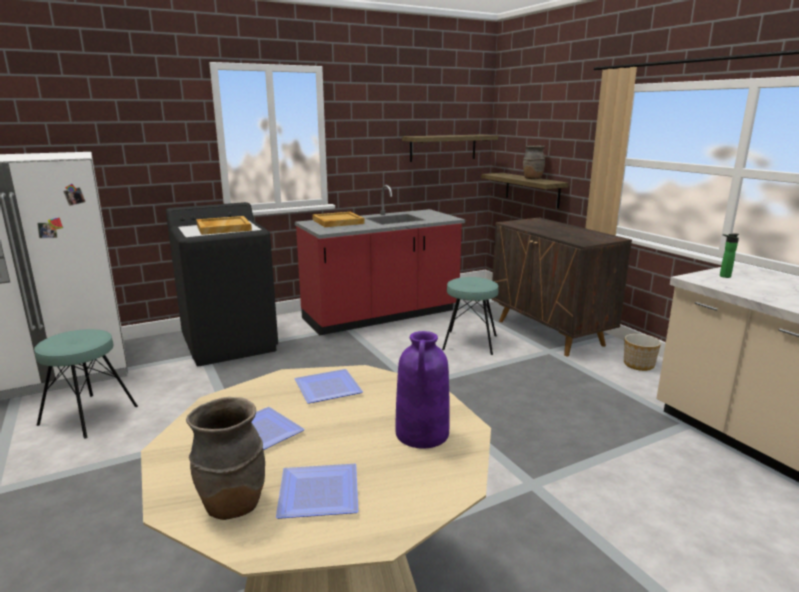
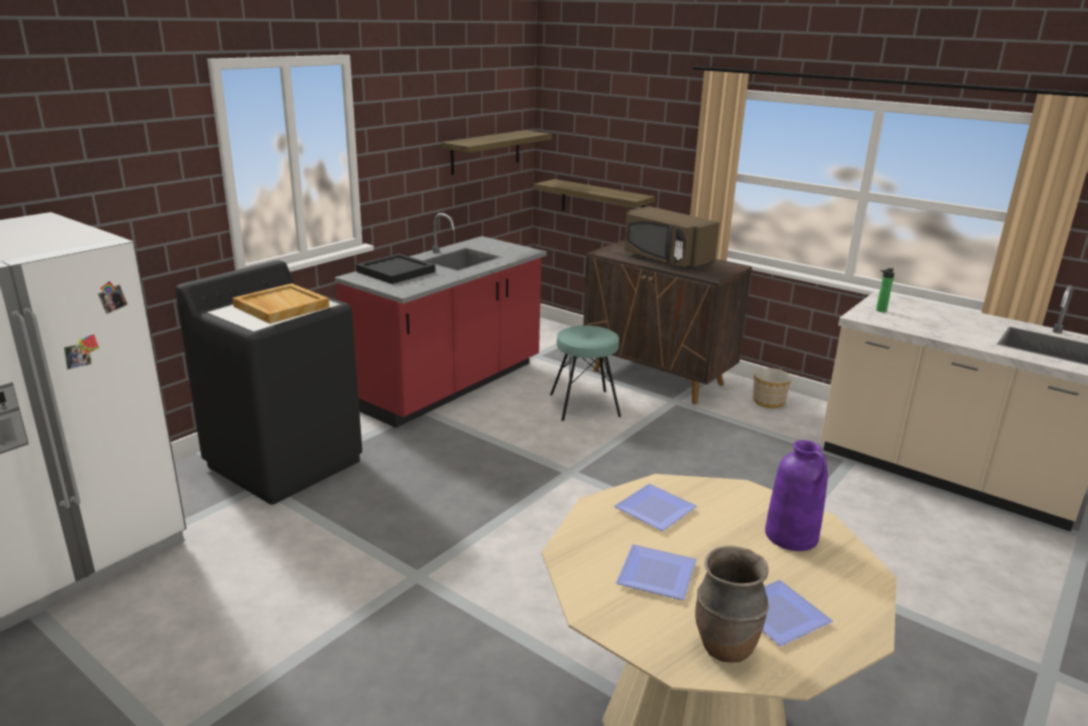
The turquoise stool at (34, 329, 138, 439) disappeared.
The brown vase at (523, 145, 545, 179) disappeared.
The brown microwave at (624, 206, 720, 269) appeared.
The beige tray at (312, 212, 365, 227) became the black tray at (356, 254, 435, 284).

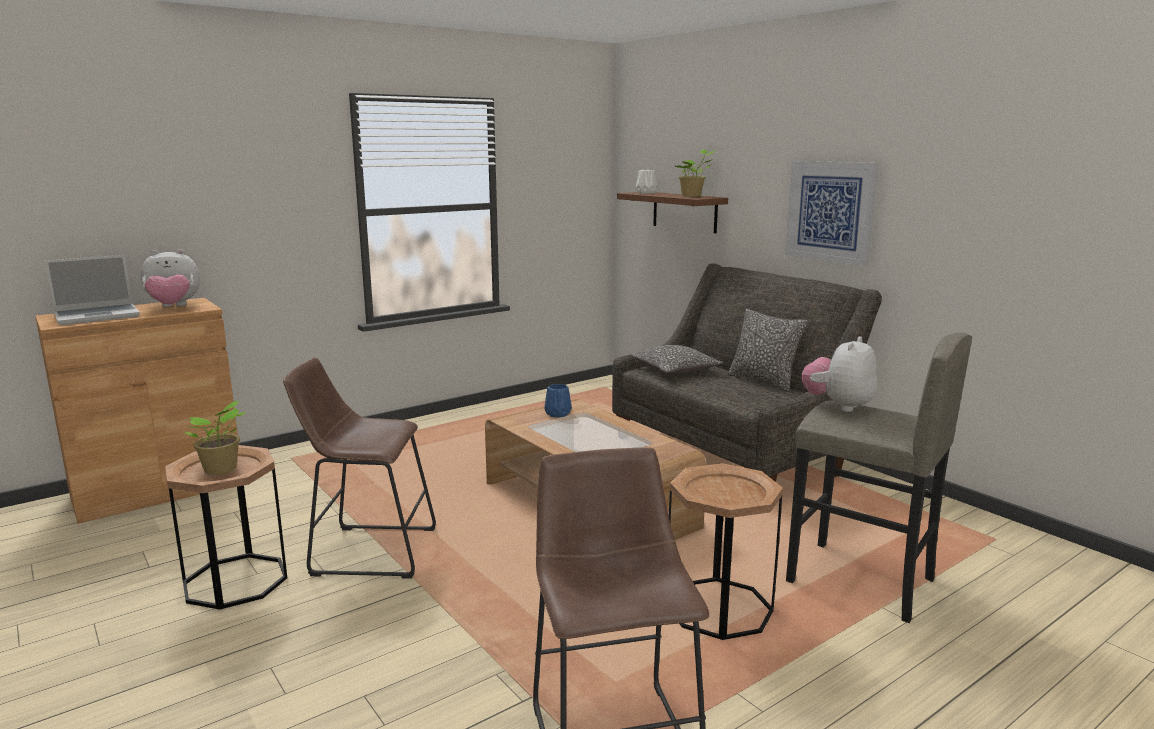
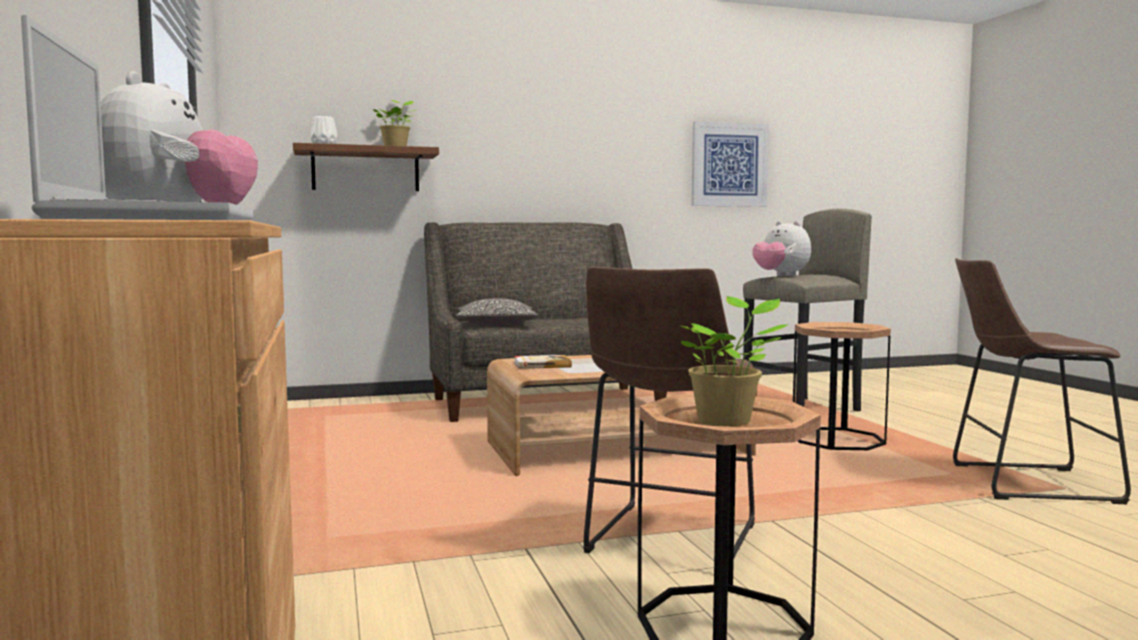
The pillow at (728, 309, 807, 392) disappeared.
The picture moved from (785, 161, 879, 266) to (692, 121, 769, 207).
The blue vase at (544, 384, 572, 418) was replaced by the book at (514, 355, 572, 369).

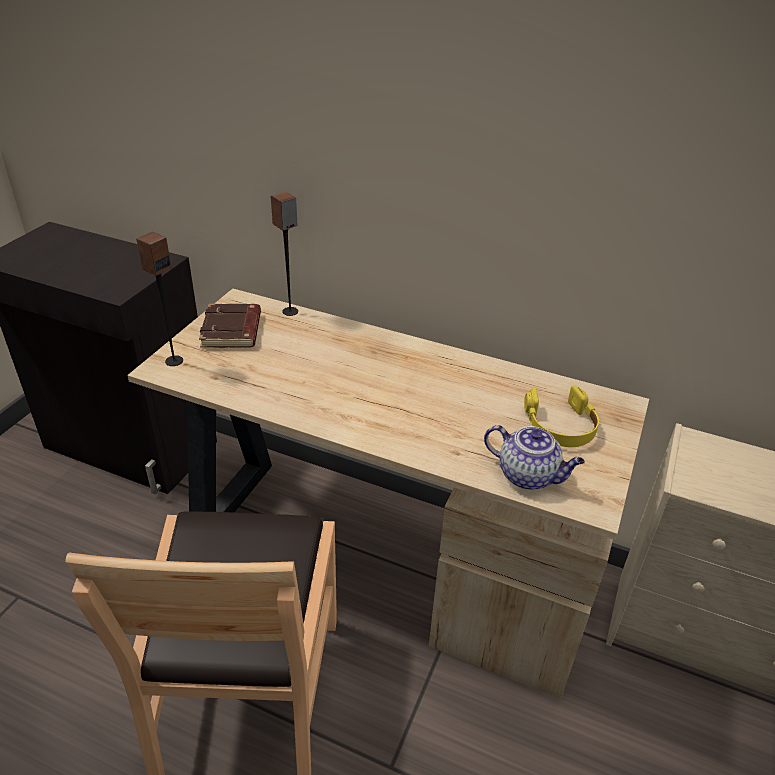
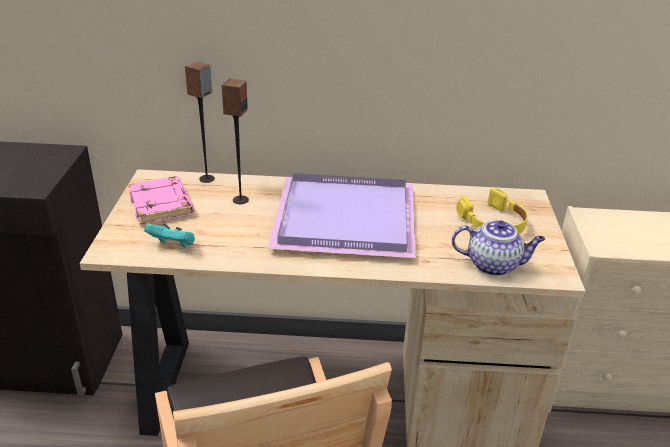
The turquoise game controller at (144, 224, 195, 247) appeared.
The purple tray at (267, 173, 416, 258) appeared.
The speaker moved from (136, 232, 183, 366) to (221, 79, 249, 204).
The brown book at (199, 304, 261, 348) became the pink book at (128, 176, 194, 225).

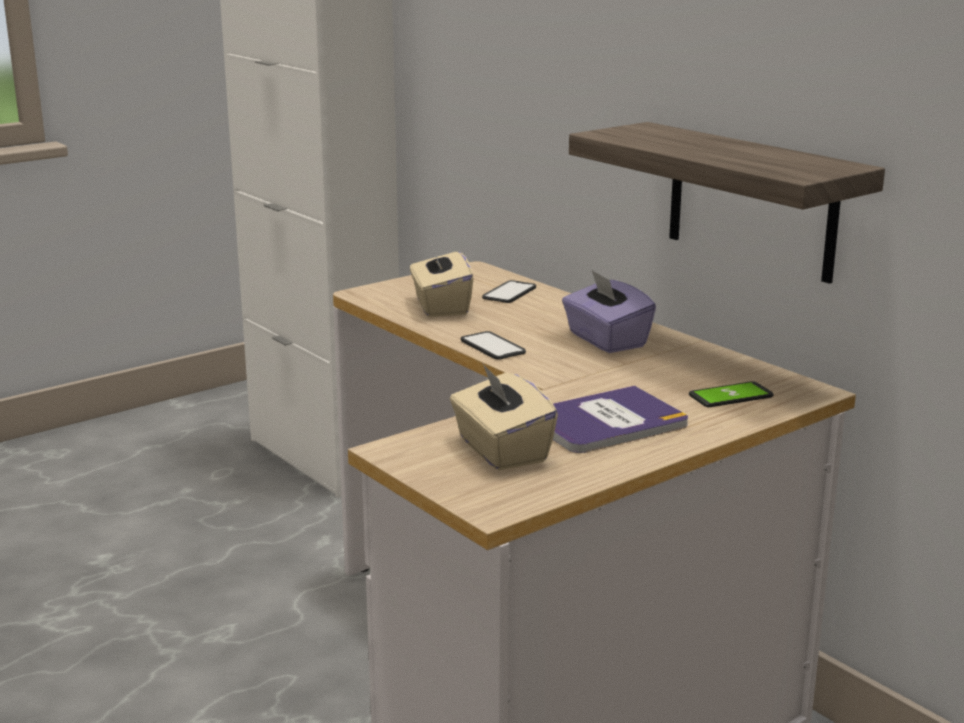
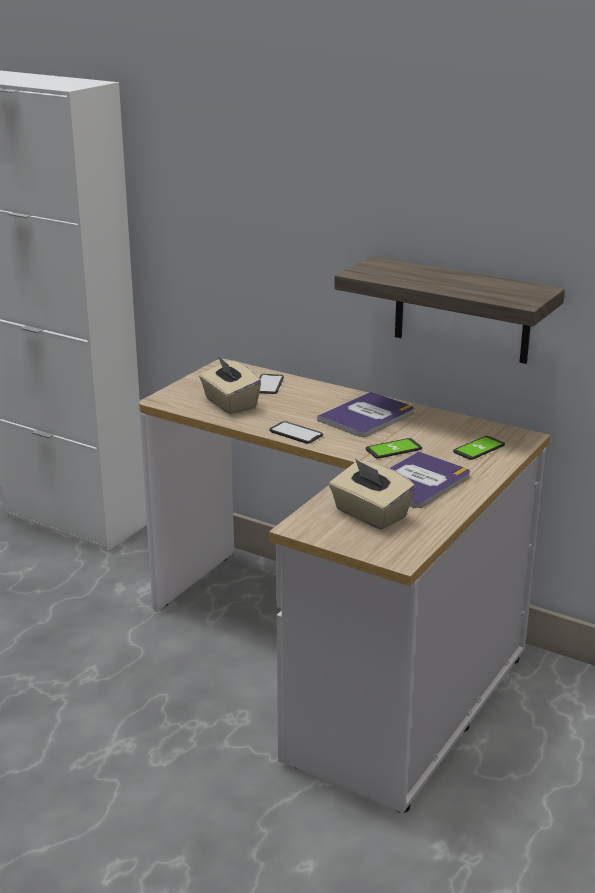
The phone at (365, 438, 422, 459) appeared.
The purple tissue box at (562, 269, 656, 353) was replaced by the book at (317, 392, 414, 437).

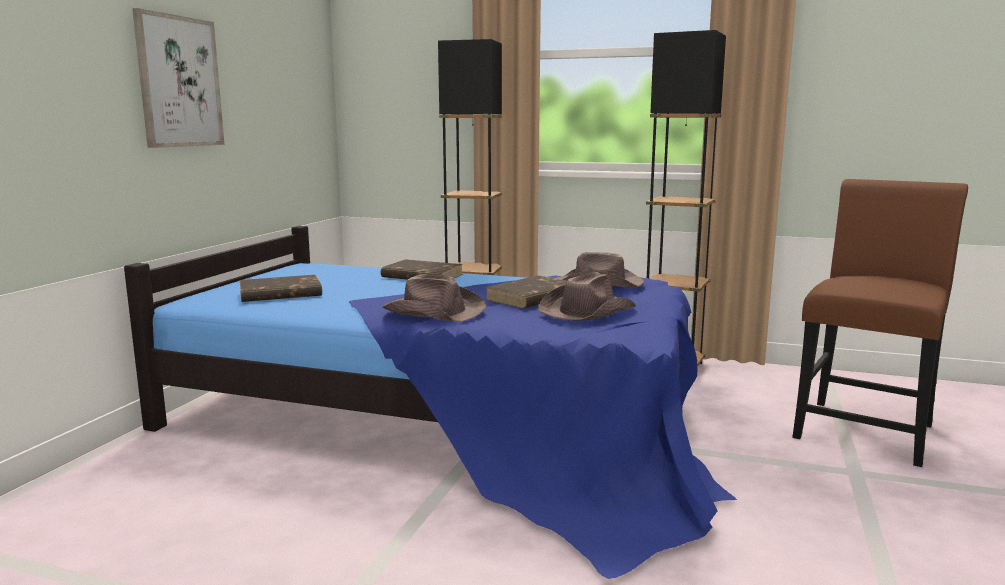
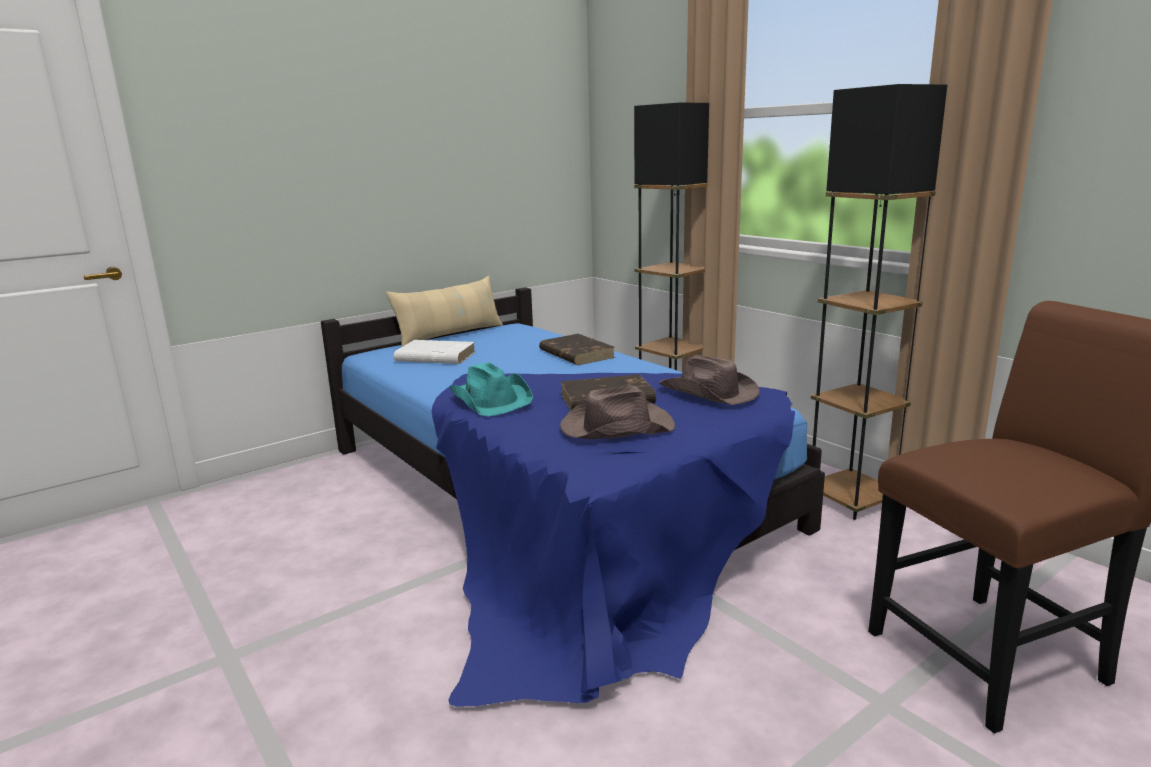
The picture at (132, 8, 225, 148) disappeared.
The beige pillow at (386, 276, 503, 347) appeared.
The brown book at (239, 275, 322, 302) became the white book at (394, 340, 475, 364).
The brown hat at (382, 274, 486, 322) became the turquoise hat at (450, 362, 533, 417).

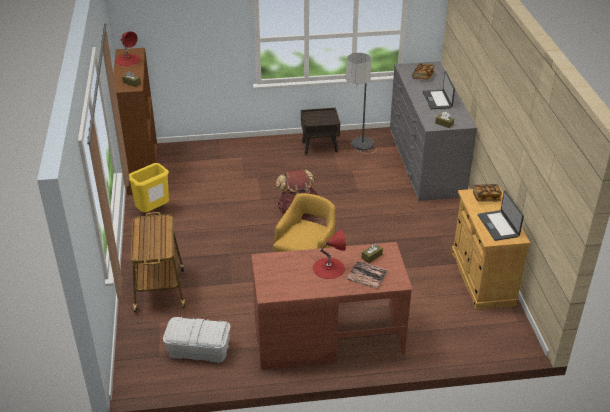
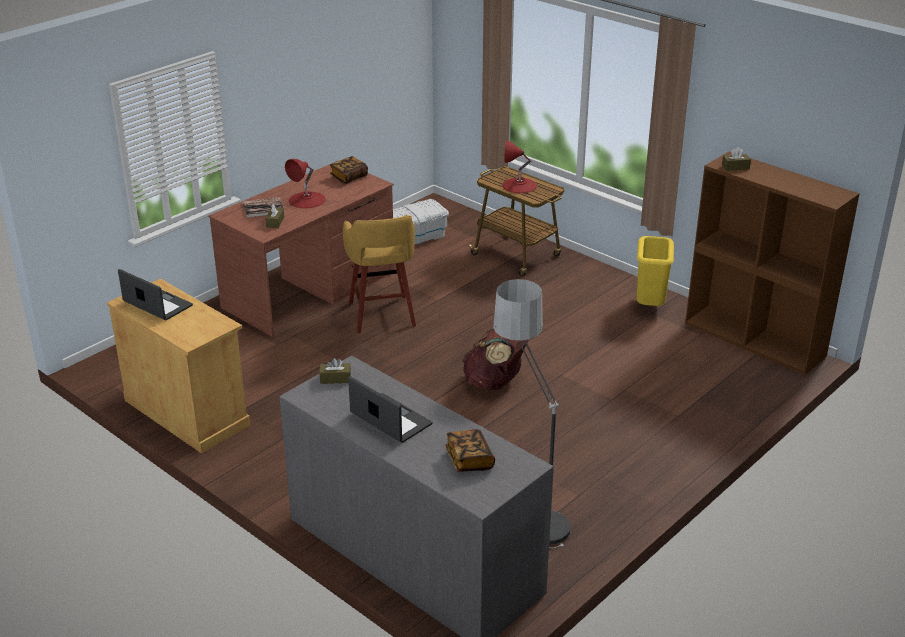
The brown nightstand at (301, 108, 340, 155) disappeared.
The red table lamp moved from (115, 32, 141, 66) to (502, 140, 537, 193).
The book moved from (473, 184, 502, 202) to (330, 156, 368, 184).

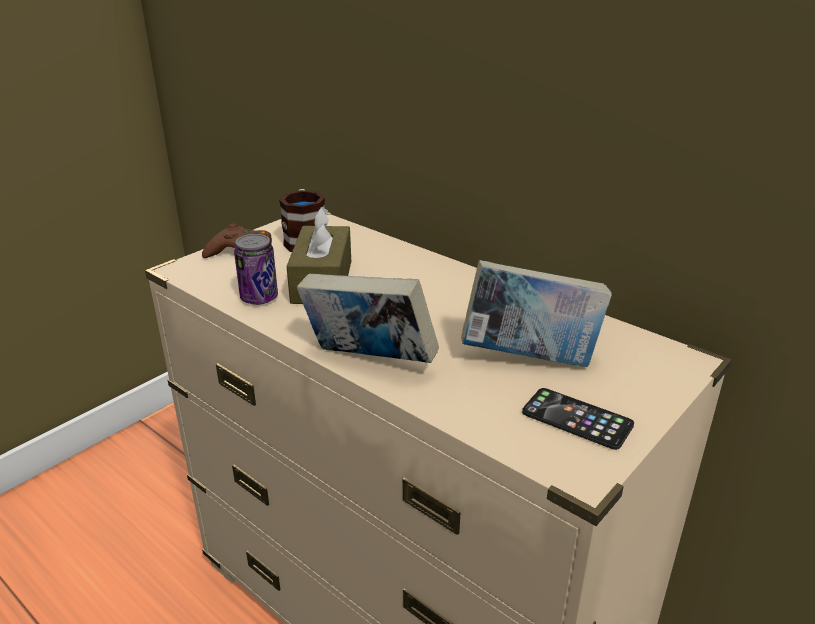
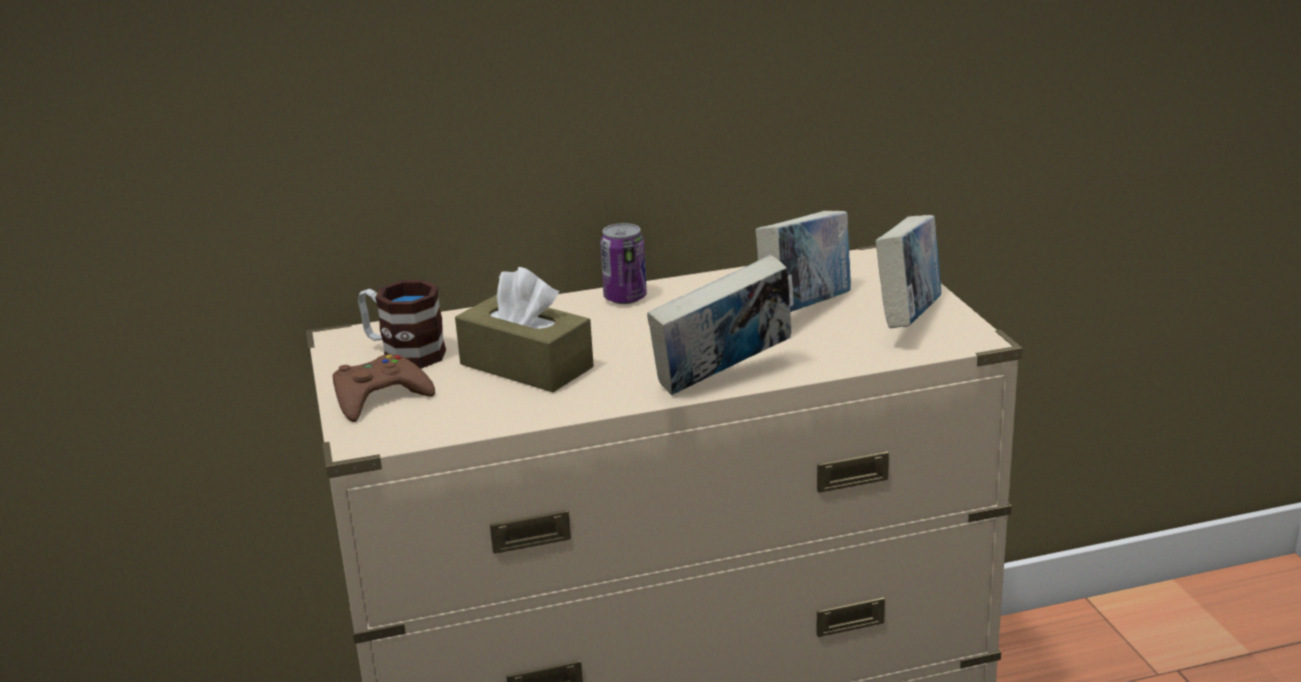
The can moved from (234, 234, 278, 305) to (600, 223, 647, 304).
The phone at (522, 388, 634, 450) was replaced by the book at (876, 215, 941, 328).

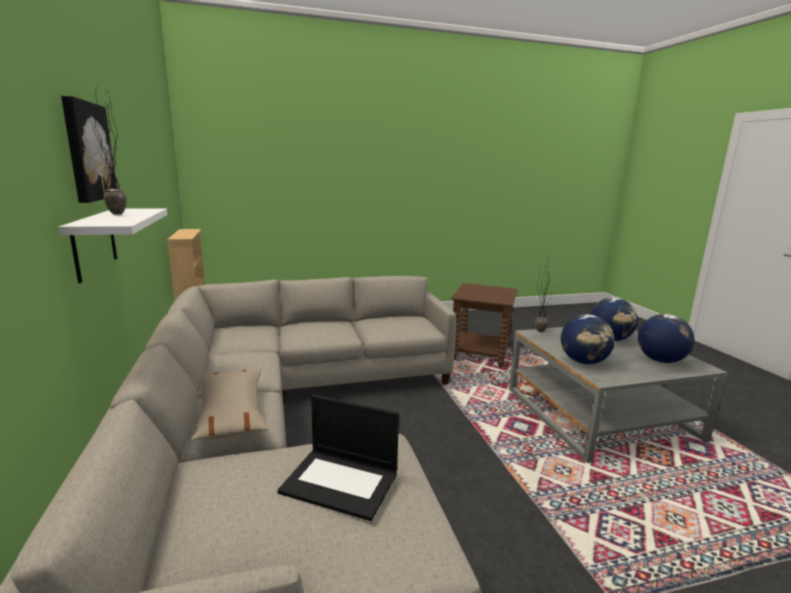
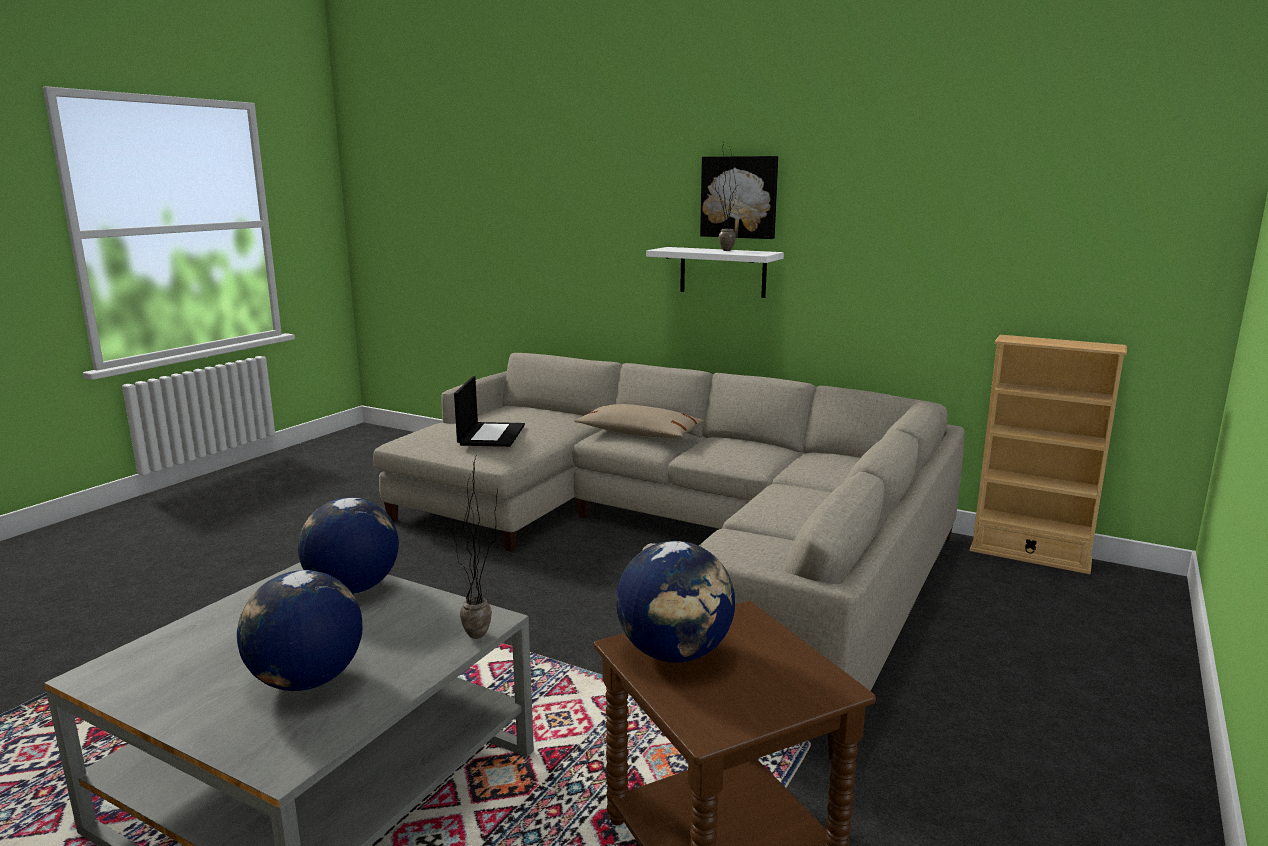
The globe moved from (638, 314, 695, 363) to (616, 541, 735, 663).
The laptop at (277, 394, 399, 521) turned 120 degrees clockwise.

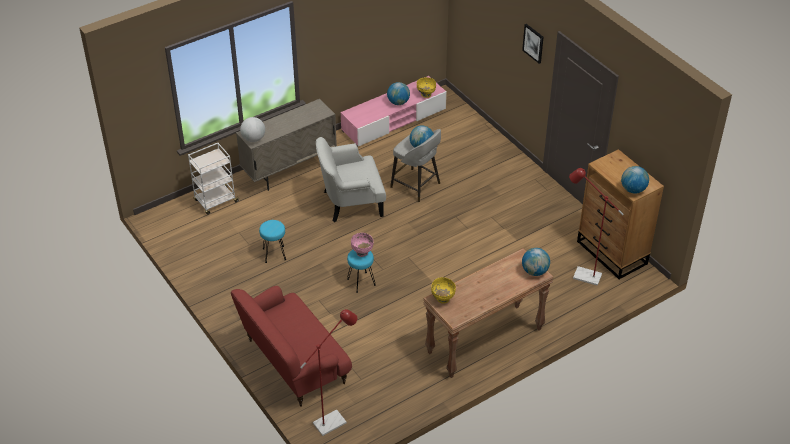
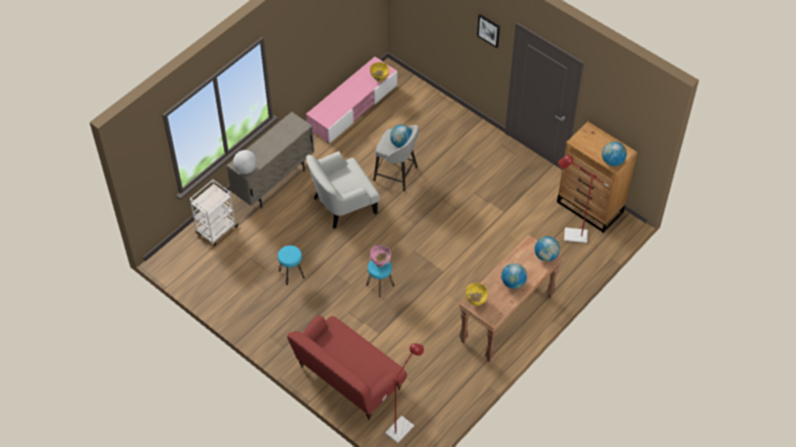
The globe moved from (387, 82, 410, 105) to (501, 263, 527, 289).

